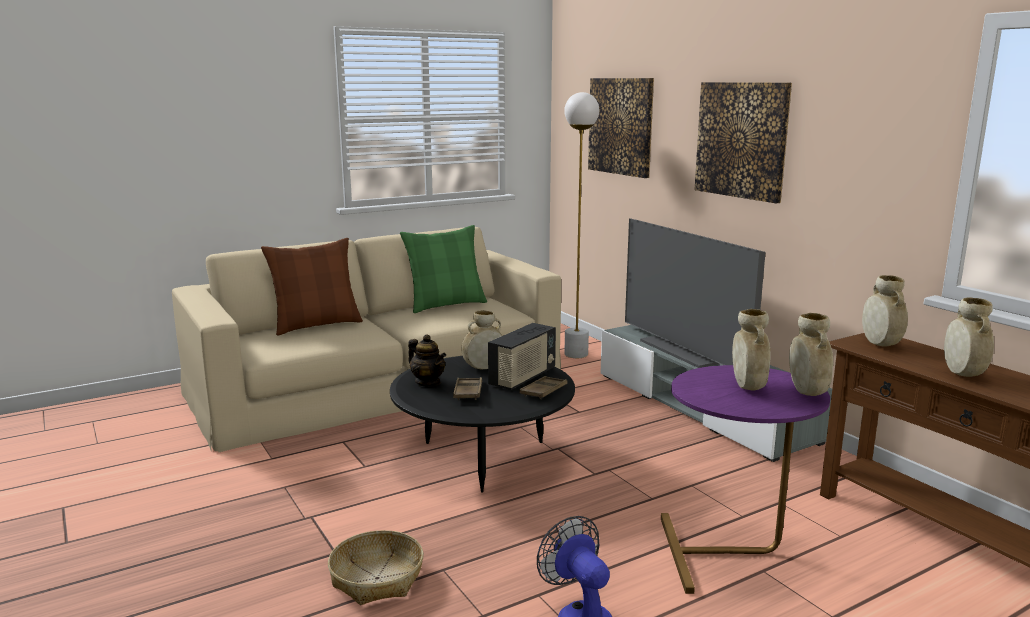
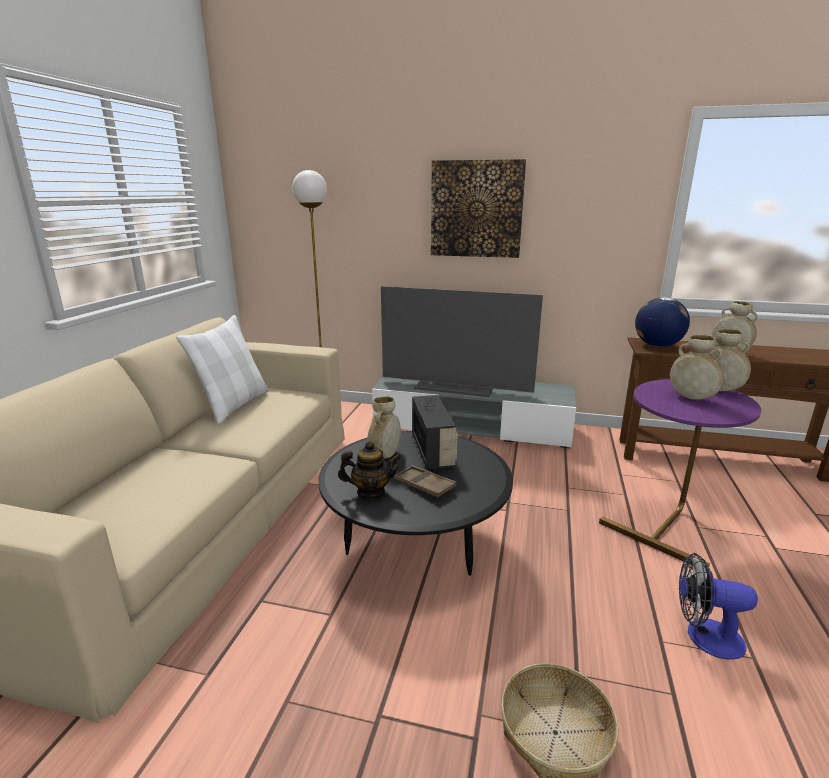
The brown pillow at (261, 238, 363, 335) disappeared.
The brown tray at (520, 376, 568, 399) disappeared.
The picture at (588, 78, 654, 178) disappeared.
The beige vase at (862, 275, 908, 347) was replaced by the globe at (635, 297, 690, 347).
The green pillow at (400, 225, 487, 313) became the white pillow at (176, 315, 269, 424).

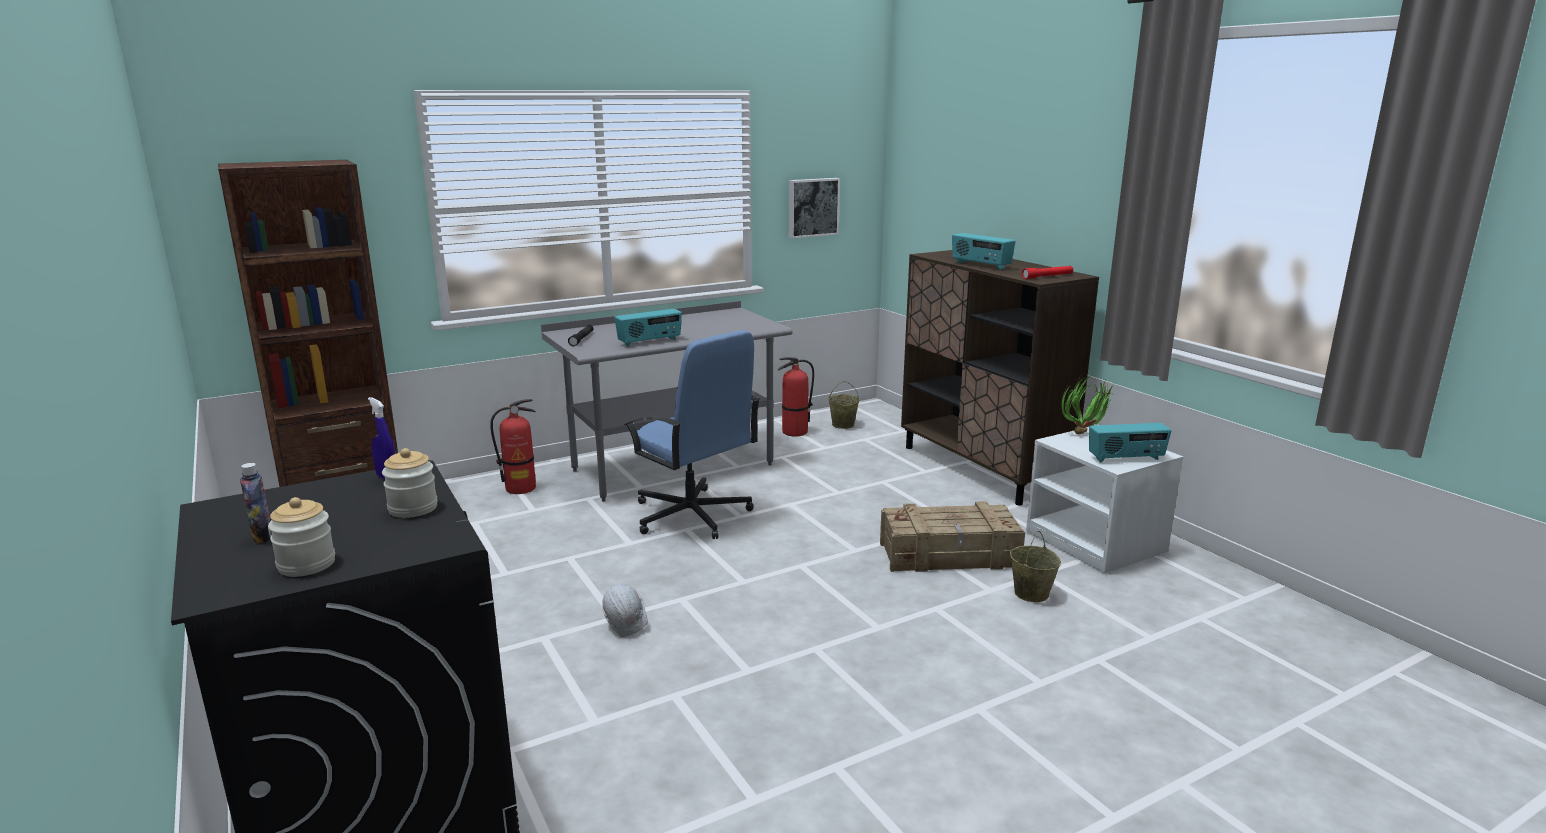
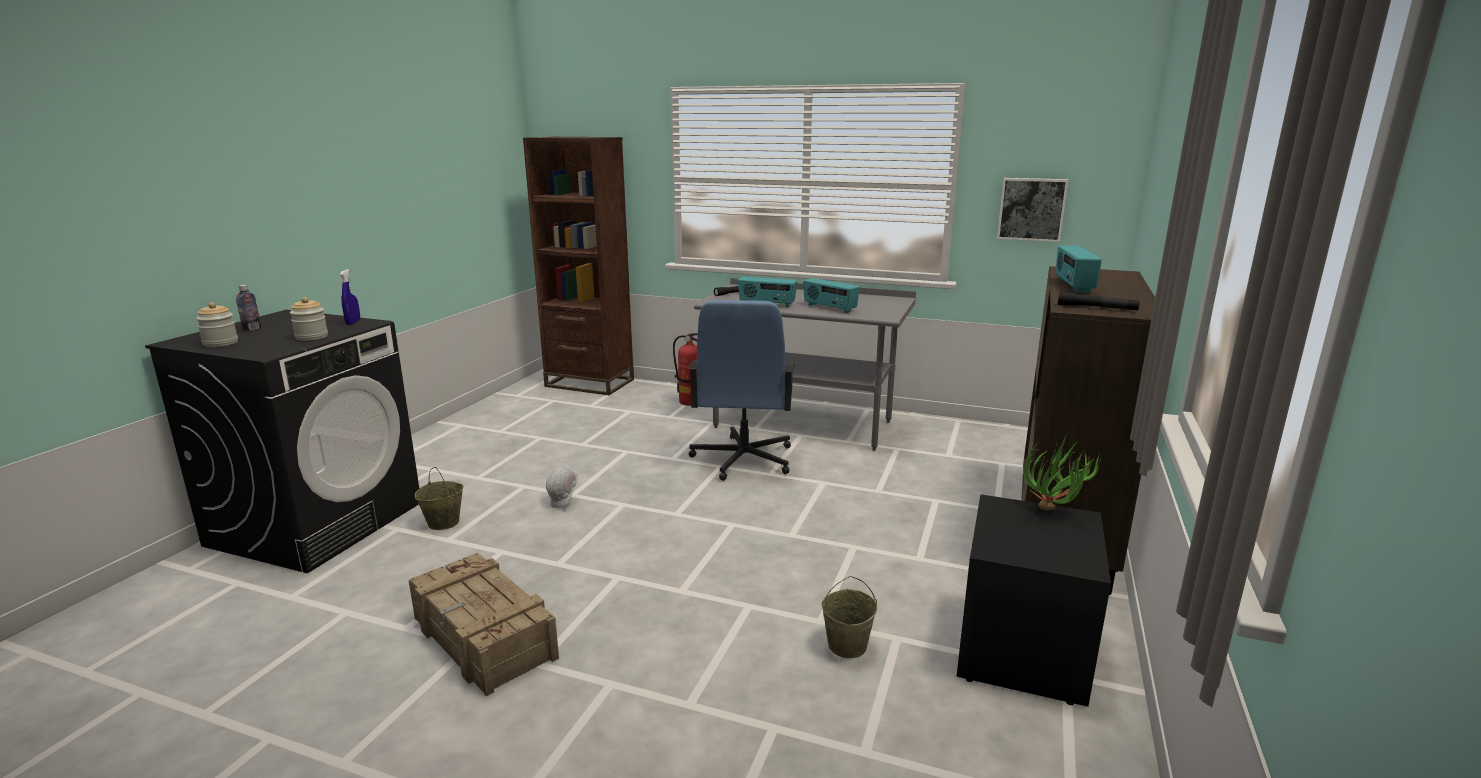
The fire extinguisher at (778, 357, 814, 436) disappeared.
The beige bucket moved from (828, 381, 860, 429) to (415, 467, 464, 530).
The crate moved from (880, 501, 1025, 572) to (409, 553, 559, 697).
The radio moved from (1089, 423, 1171, 463) to (803, 278, 860, 313).
The red flashlight at (1022, 266, 1073, 279) became the black flashlight at (1058, 291, 1140, 311).
The white nightstand at (1026, 427, 1183, 574) became the black nightstand at (957, 494, 1111, 707).

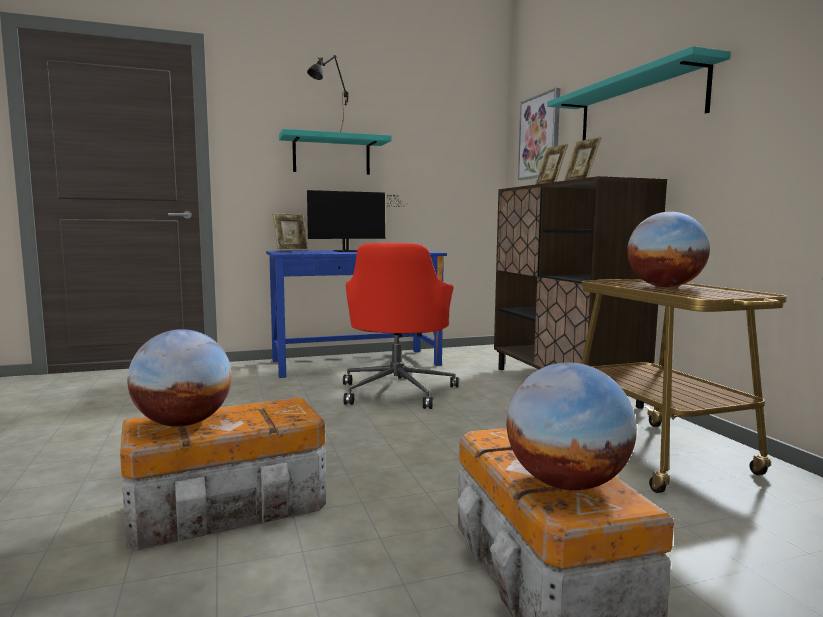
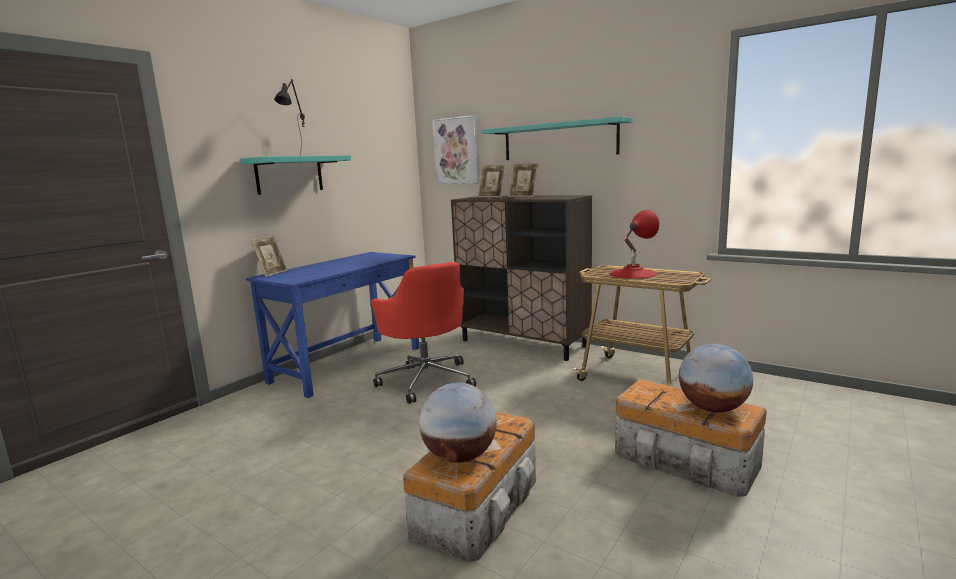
The monitor at (307, 190, 407, 252) disappeared.
The globe at (627, 212, 710, 287) was replaced by the red table lamp at (610, 210, 659, 279).

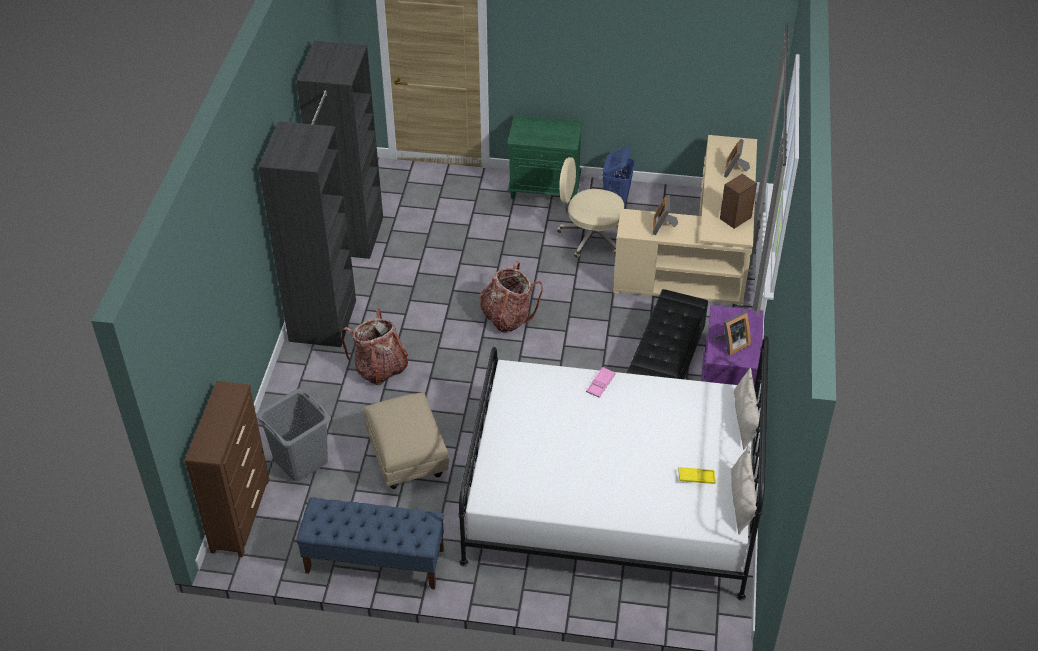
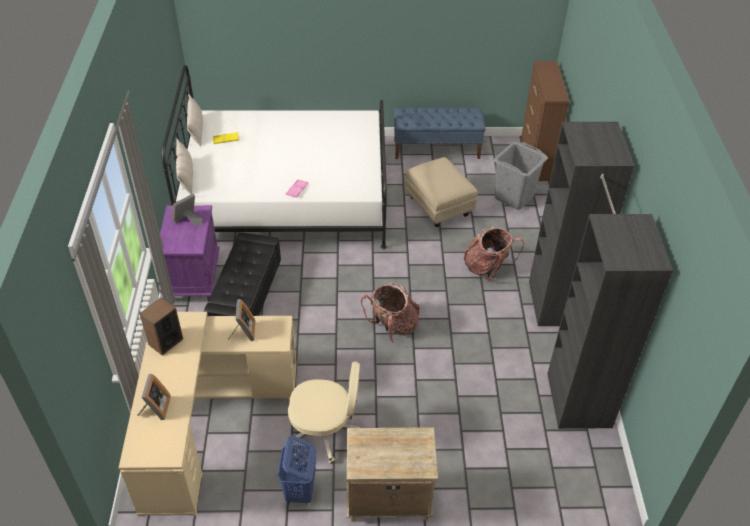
The green nightstand at (507, 115, 583, 201) became the beige nightstand at (347, 427, 438, 522).

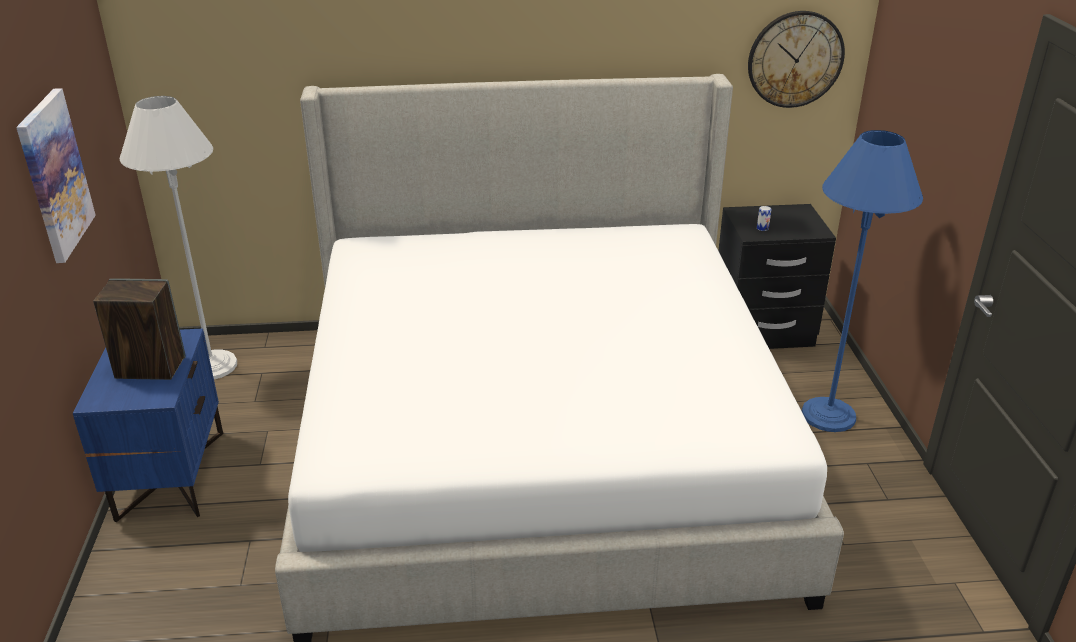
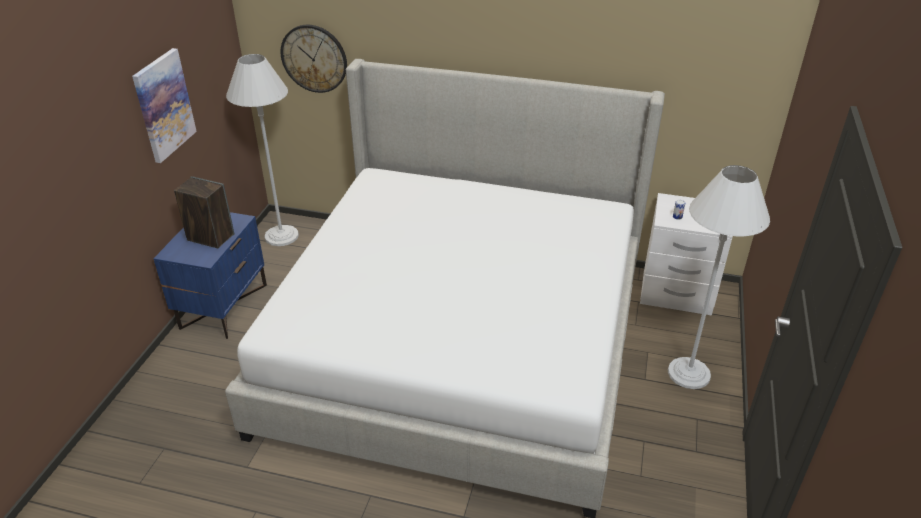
The wall clock moved from (748, 11, 845, 108) to (281, 25, 347, 93).
The black nightstand at (718, 204, 836, 349) became the white nightstand at (640, 193, 733, 316).
The blue floor lamp at (802, 130, 923, 432) became the white floor lamp at (668, 165, 770, 389).

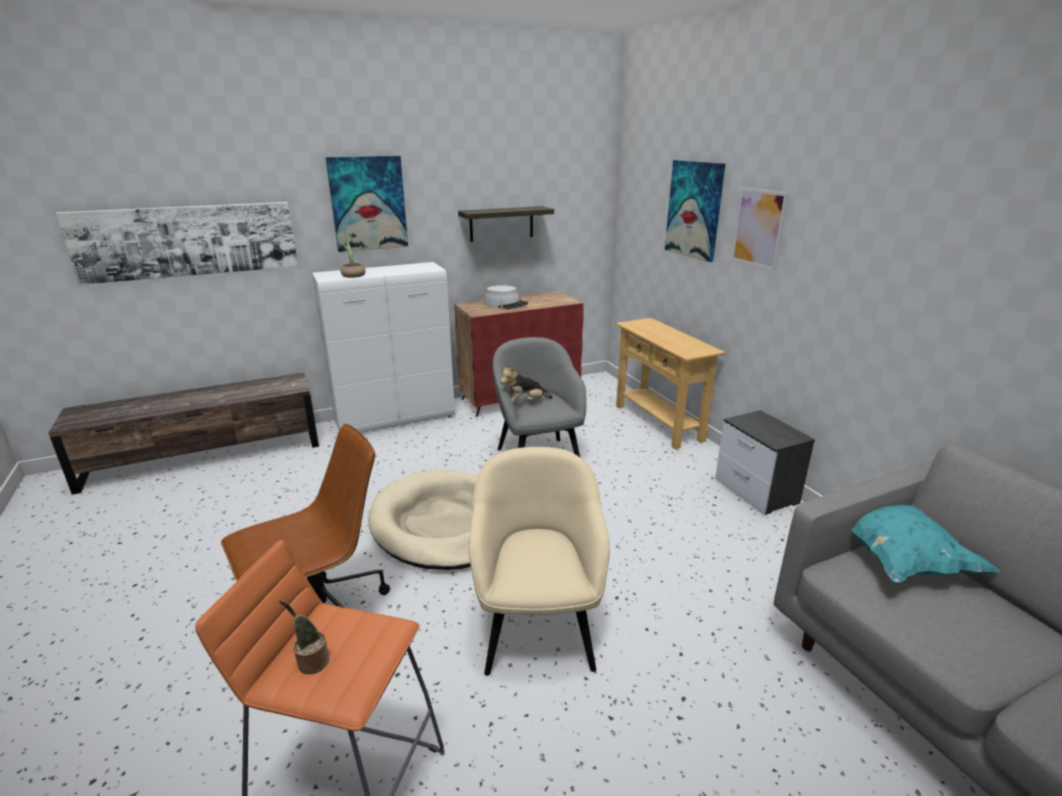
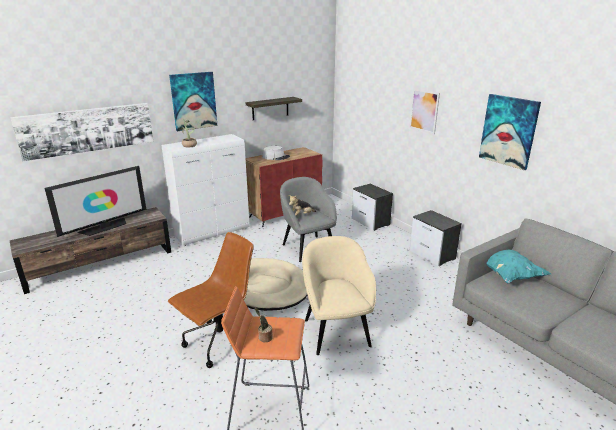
The television at (44, 166, 146, 237) appeared.
The picture moved from (665, 160, 725, 262) to (479, 94, 541, 170).
The beige console table at (615, 318, 726, 449) was replaced by the nightstand at (352, 184, 393, 231).

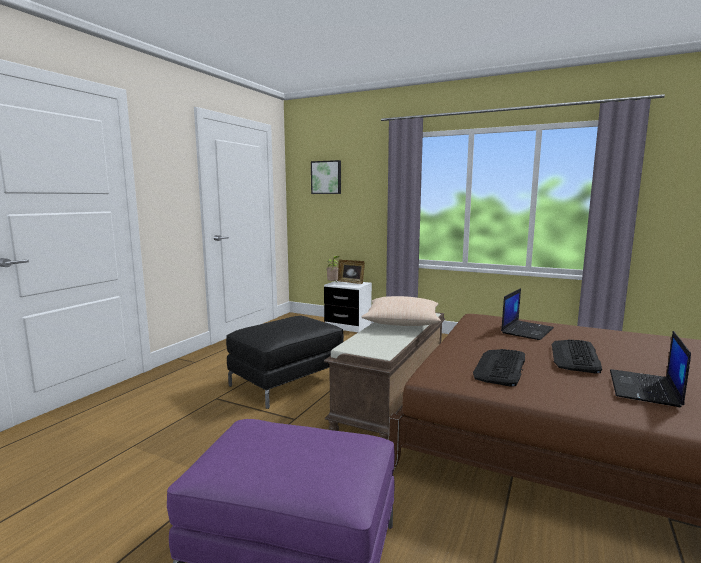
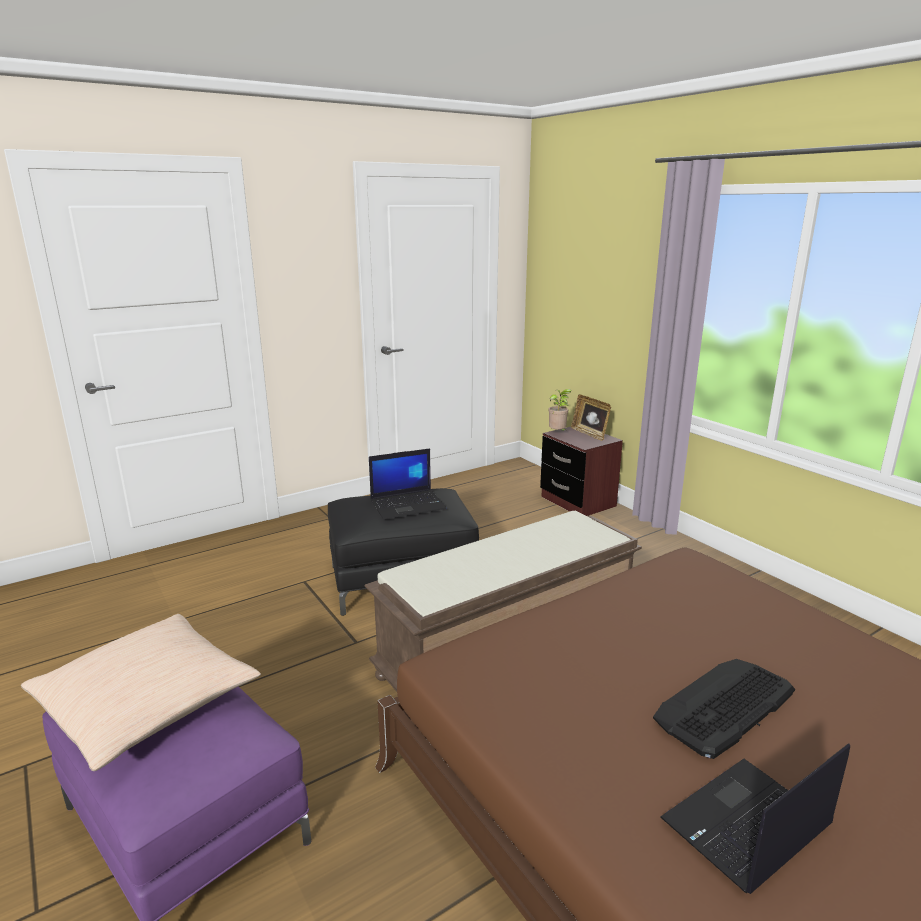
The picture at (311, 160, 341, 194) disappeared.
The keyboard at (473, 349, 525, 386) disappeared.
The beige pillow moved from (361, 296, 441, 326) to (21, 614, 261, 771).
The laptop moved from (501, 288, 554, 340) to (369, 448, 446, 519).
The white nightstand at (324, 280, 372, 332) became the brown nightstand at (540, 427, 623, 516).

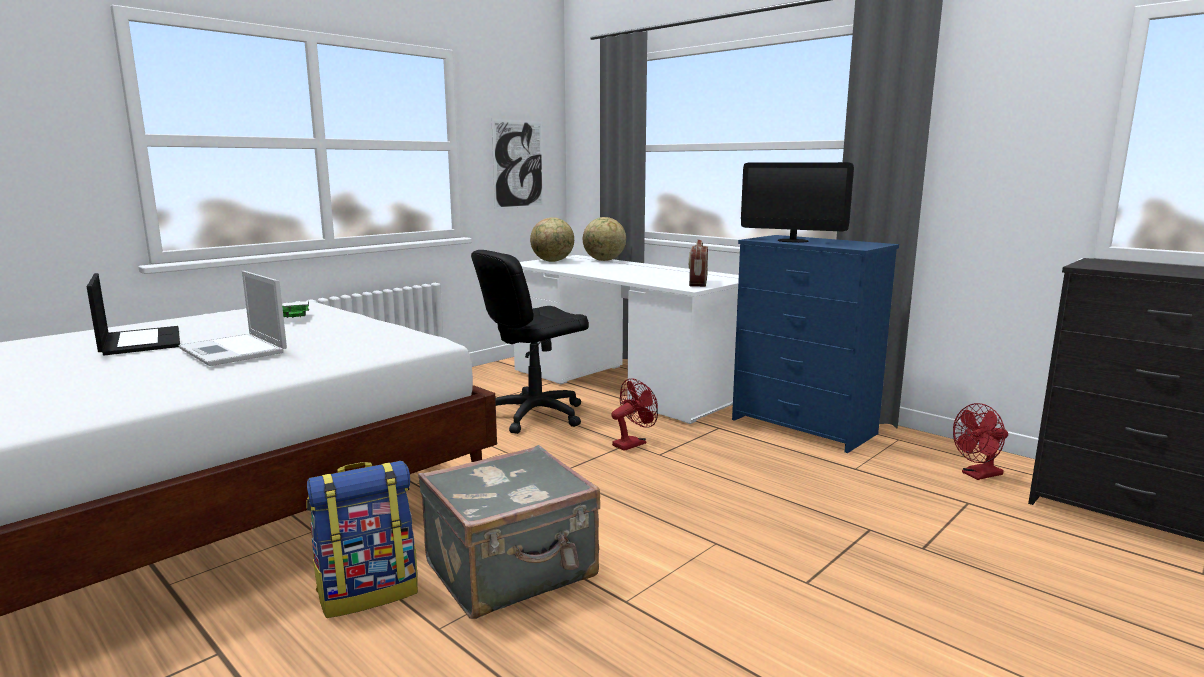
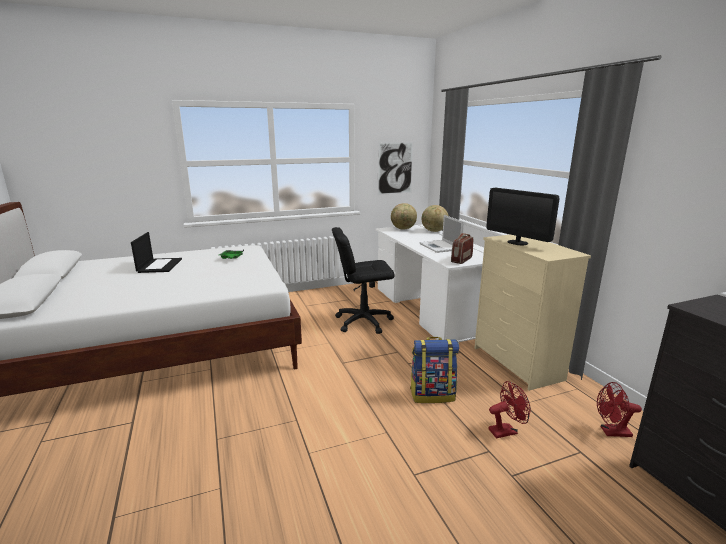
The grey suitcase at (418, 445, 600, 619) disappeared.
The laptop moved from (178, 271, 287, 366) to (419, 215, 464, 253).
The backpack moved from (306, 461, 418, 618) to (410, 337, 459, 403).
The red fan moved from (611, 378, 658, 451) to (489, 381, 531, 438).
The blue dresser at (732, 235, 899, 453) became the beige dresser at (474, 235, 591, 391).

